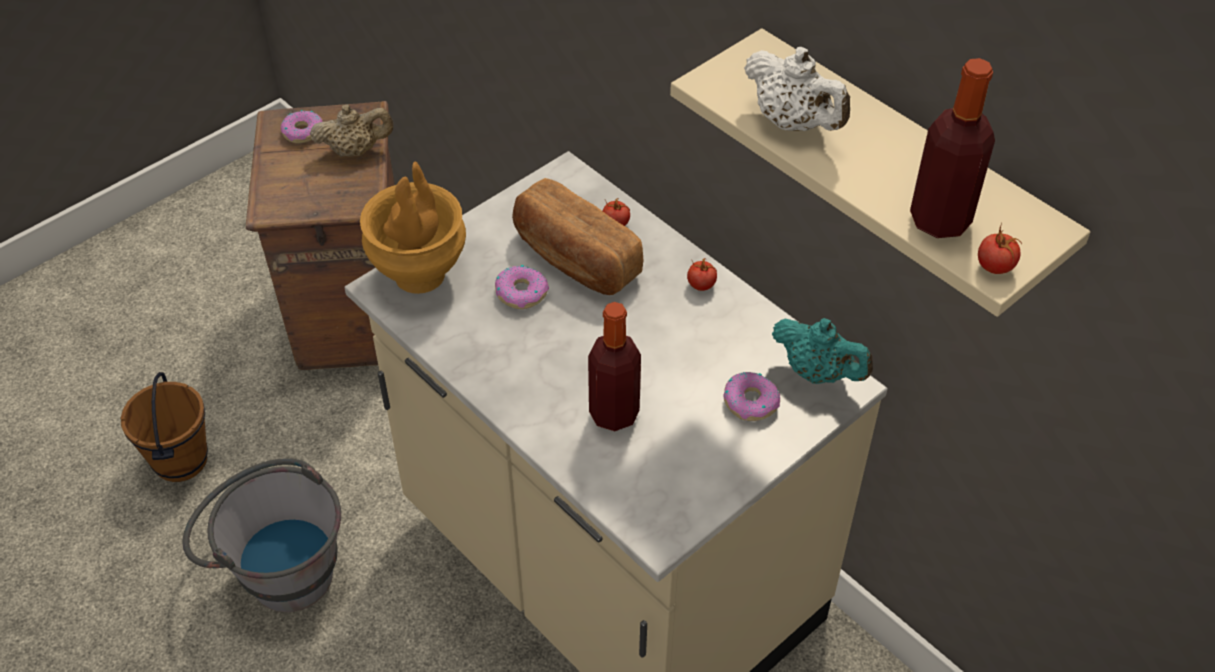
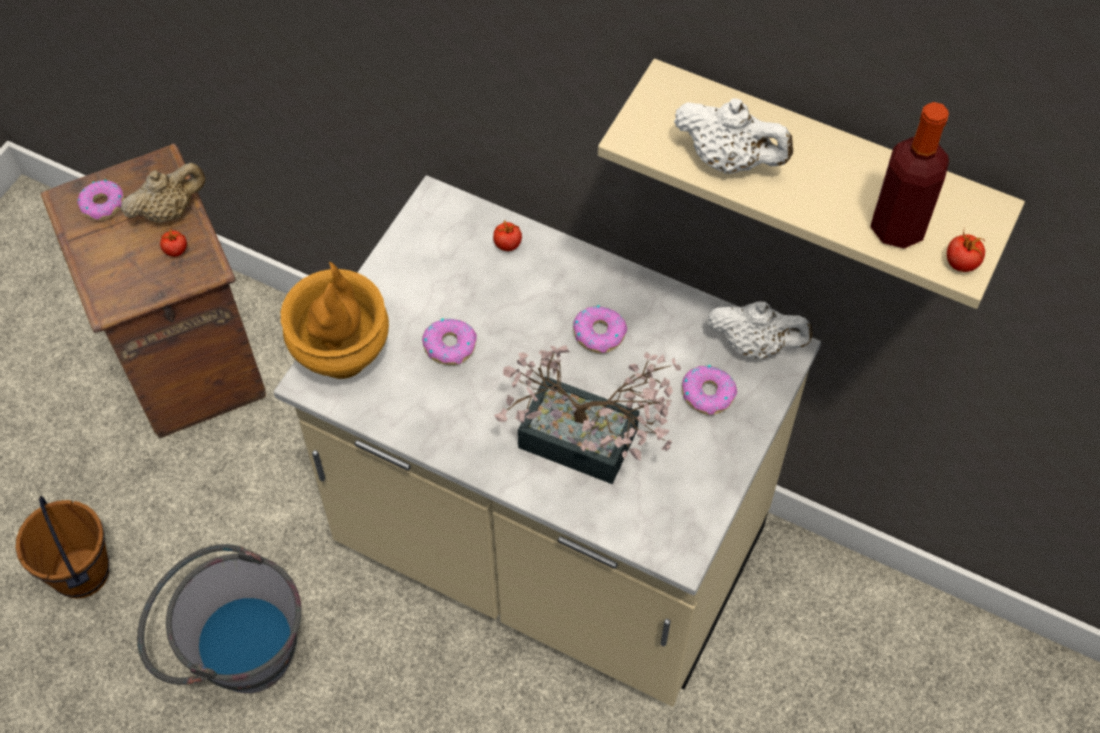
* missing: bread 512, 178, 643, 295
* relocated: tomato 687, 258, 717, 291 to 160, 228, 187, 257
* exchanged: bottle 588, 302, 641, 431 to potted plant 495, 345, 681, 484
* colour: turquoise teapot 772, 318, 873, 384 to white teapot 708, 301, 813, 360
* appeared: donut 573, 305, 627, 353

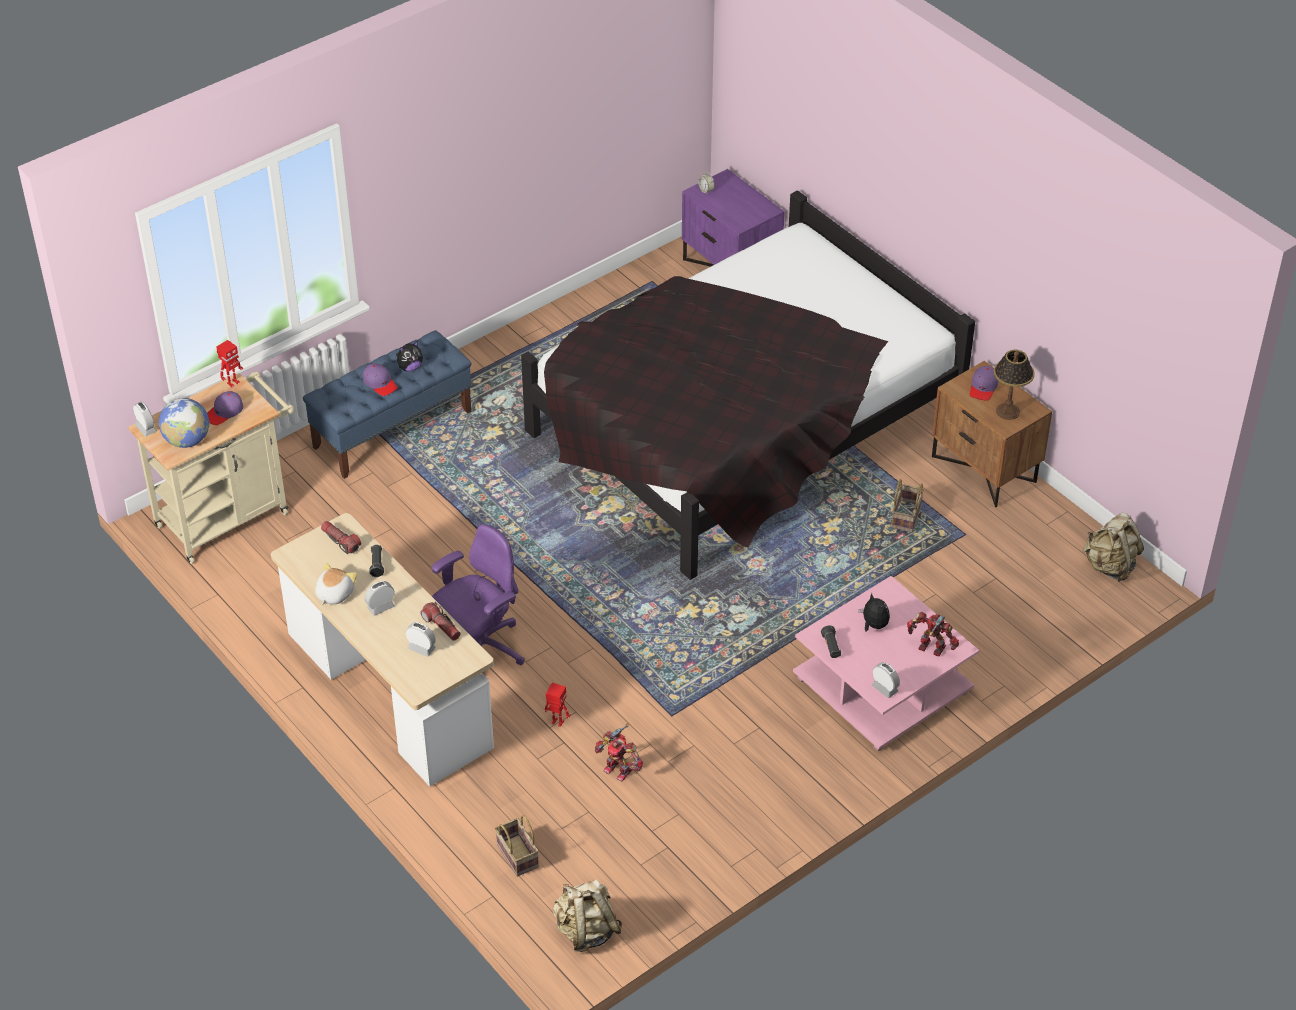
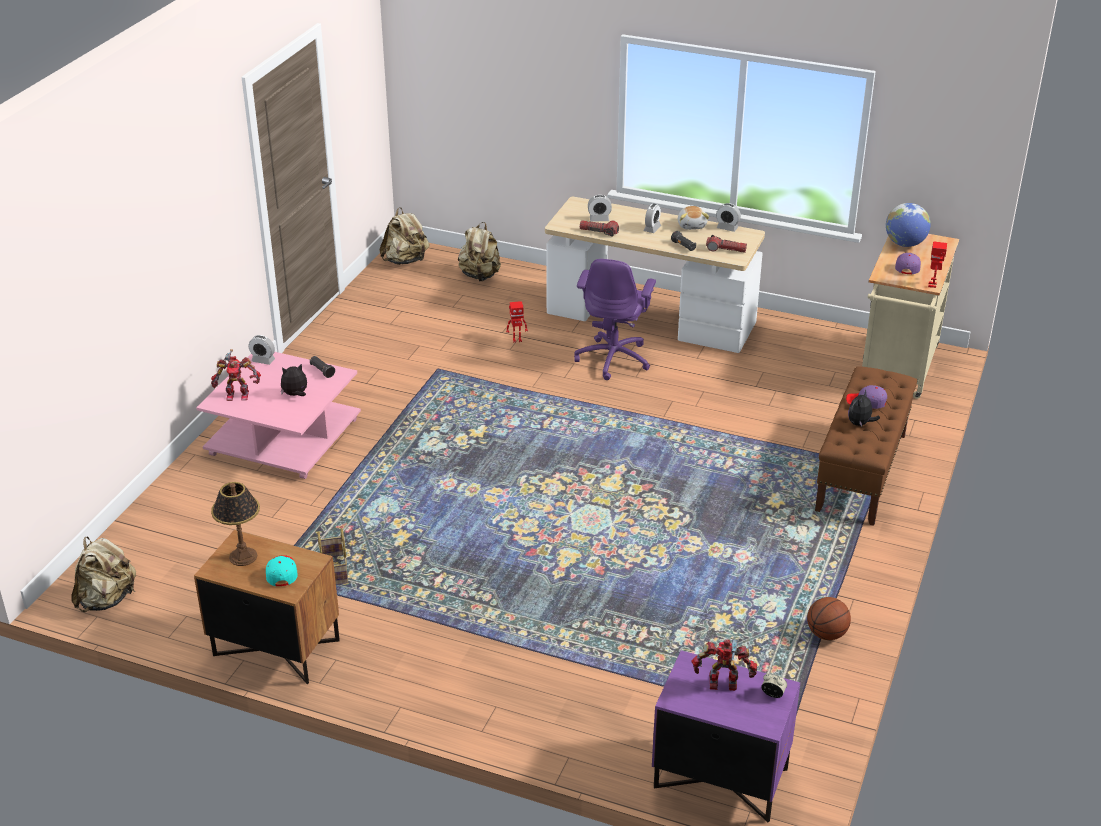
* missing: black bed 521, 190, 975, 580
* colour: blue bench 303, 330, 471, 479 to brown bench 815, 367, 917, 526
* colour: purple cap 970, 366, 998, 401 to turquoise cap 266, 555, 298, 586
* relocated: alarm clock 133, 402, 157, 437 to 716, 203, 741, 232
* spun: plush toy 859, 593, 890, 632 = 281, 363, 307, 396 135 degrees clockwise
* relocated: toy robot 595, 723, 643, 782 to 691, 639, 757, 691
* exchanged: basket 495, 815, 539, 877 to beige backpack 458, 222, 501, 281
* appeared: basketball 807, 597, 851, 640

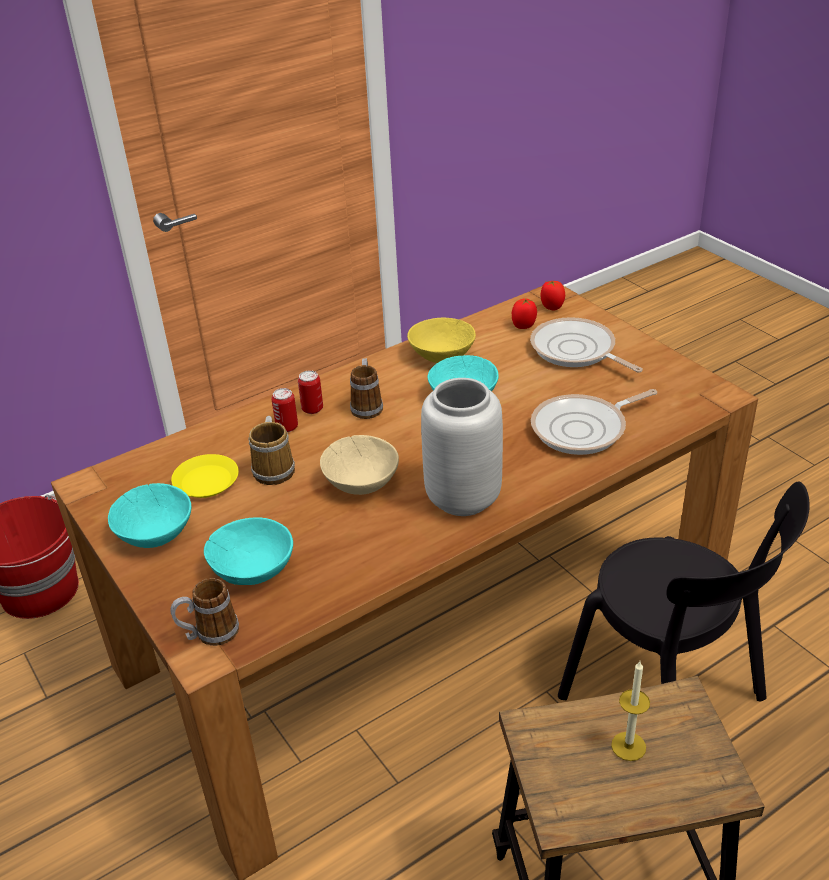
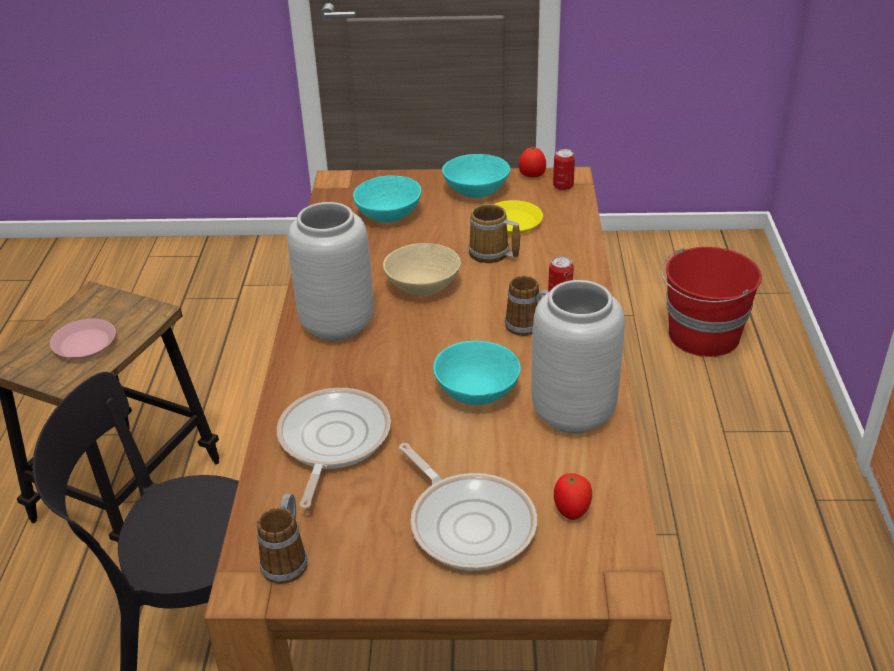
* relocated: tomato 541, 281, 565, 310 to 519, 147, 546, 177
* spun: frying pan 530, 317, 643, 373 = 399, 443, 537, 571 60 degrees clockwise
* exchanged: yellow bowl 407, 318, 476, 363 to grey vase 531, 280, 625, 433
* relocated: can 271, 388, 298, 432 to 553, 149, 575, 191
* relocated: mug 170, 578, 239, 646 to 257, 494, 308, 584
* exchanged: candle 611, 661, 650, 761 to pink plate 50, 319, 116, 359

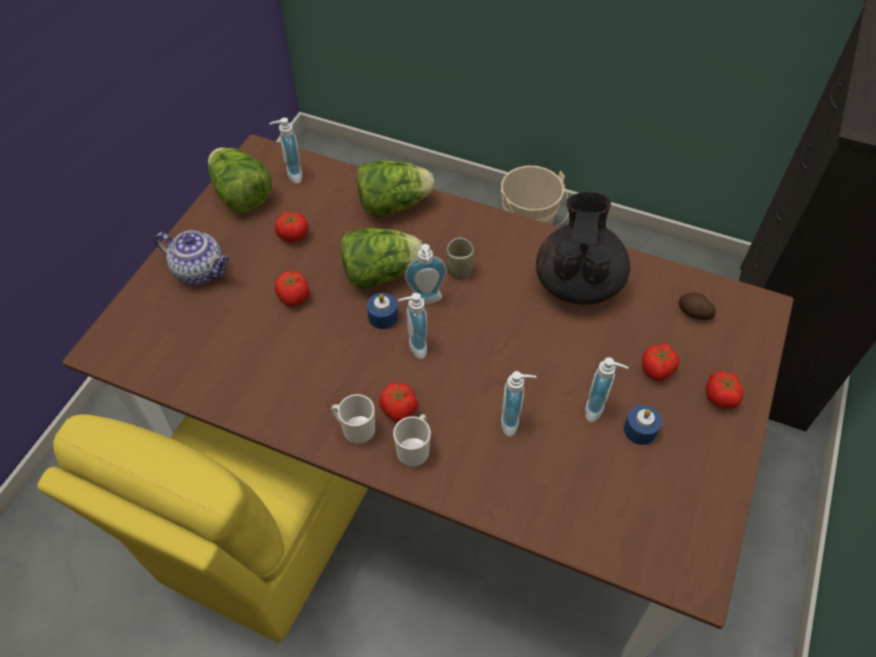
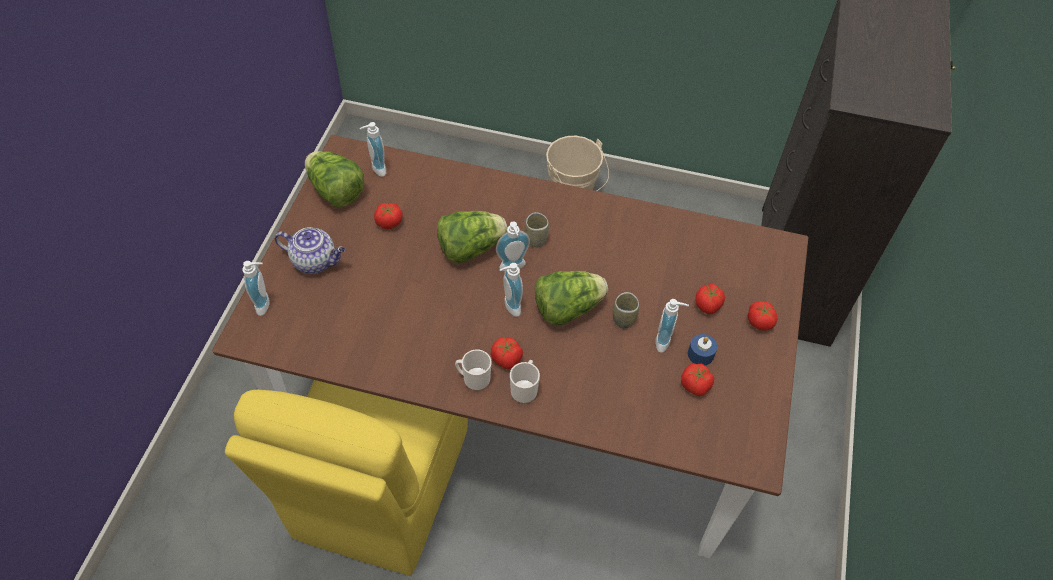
* relocated: lettuce 357, 160, 435, 217 to 534, 271, 608, 325
* missing: black teapot 536, 192, 630, 305
* relocated: tomato 274, 270, 310, 306 to 681, 363, 714, 396
* missing: potato 679, 292, 716, 320
* missing: blue candle 367, 293, 398, 329
* relocated: soap dispenser 501, 371, 537, 437 to 242, 261, 270, 316
* appeared: cup 613, 292, 639, 329

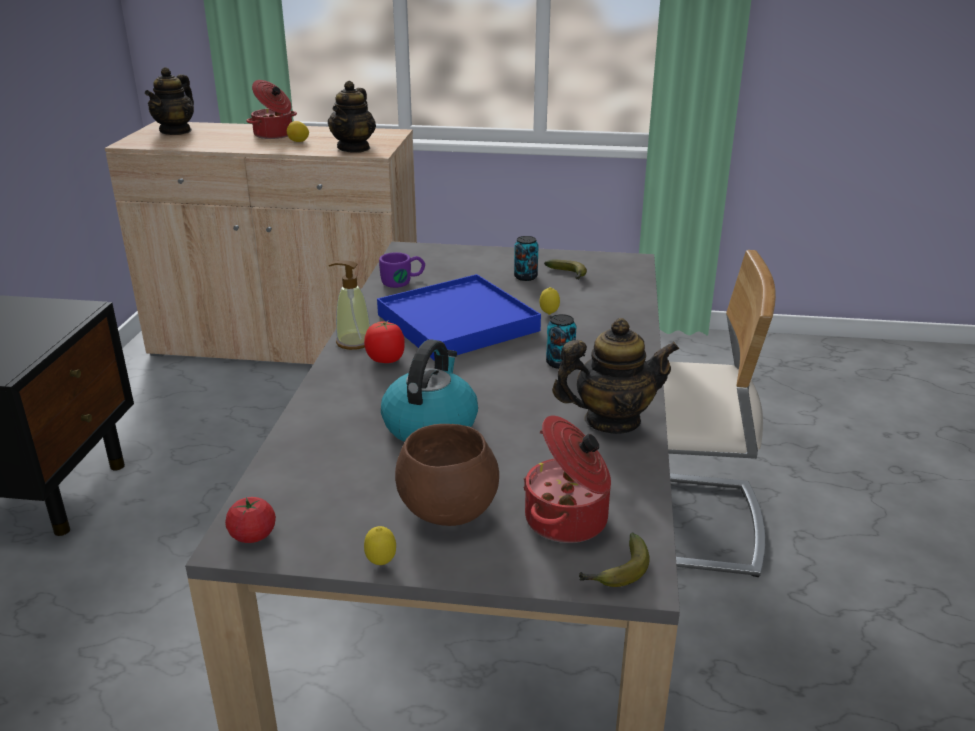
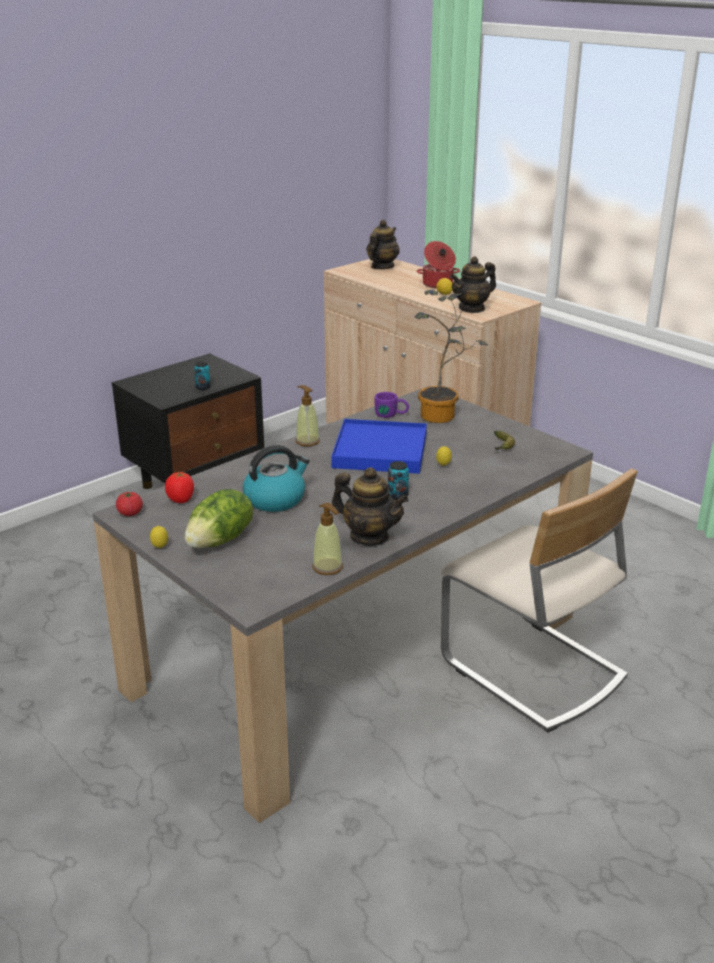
* spun: teapot 145, 67, 194, 135 = 366, 220, 400, 269 150 degrees clockwise
* relocated: can 514, 236, 538, 281 to 194, 362, 211, 390
* relocated: tomato 364, 320, 405, 363 to 165, 472, 194, 503
* missing: cooking pot 523, 415, 611, 543
* exchanged: brown bowl 395, 424, 499, 526 to lettuce 185, 489, 253, 548
* missing: banana 579, 533, 650, 587
* appeared: potted plant 415, 290, 488, 423
* appeared: soap dispenser 312, 503, 343, 575

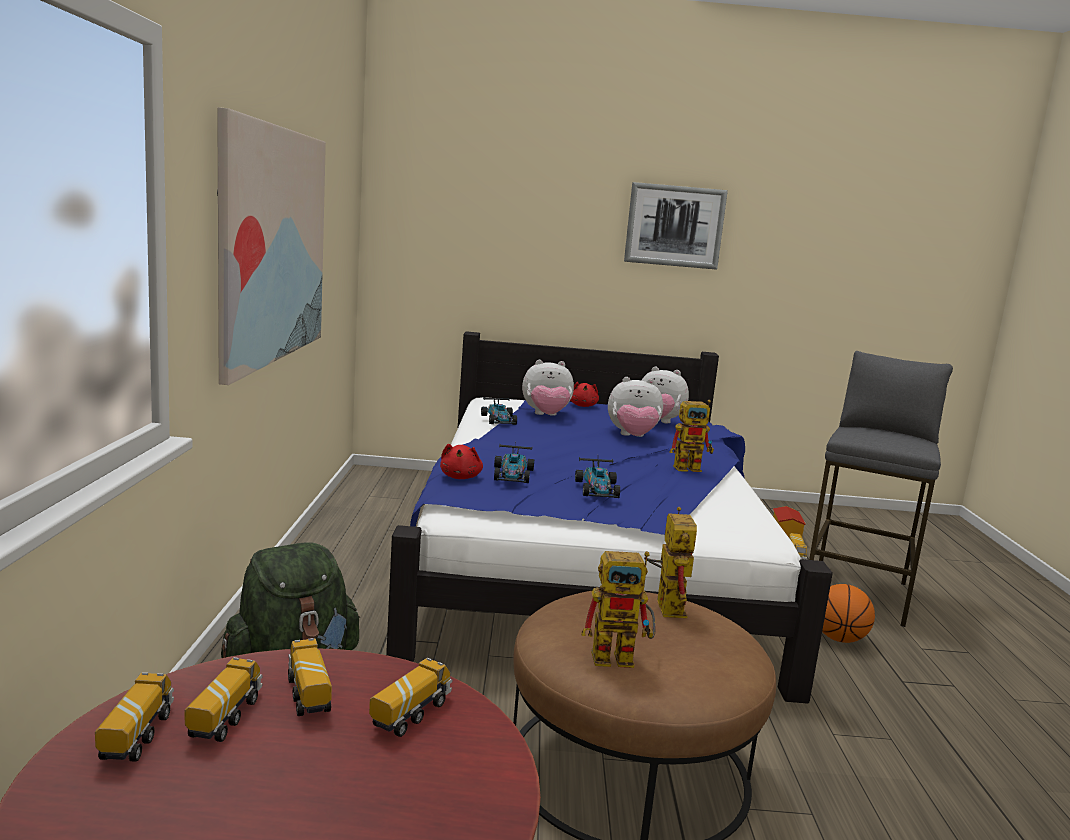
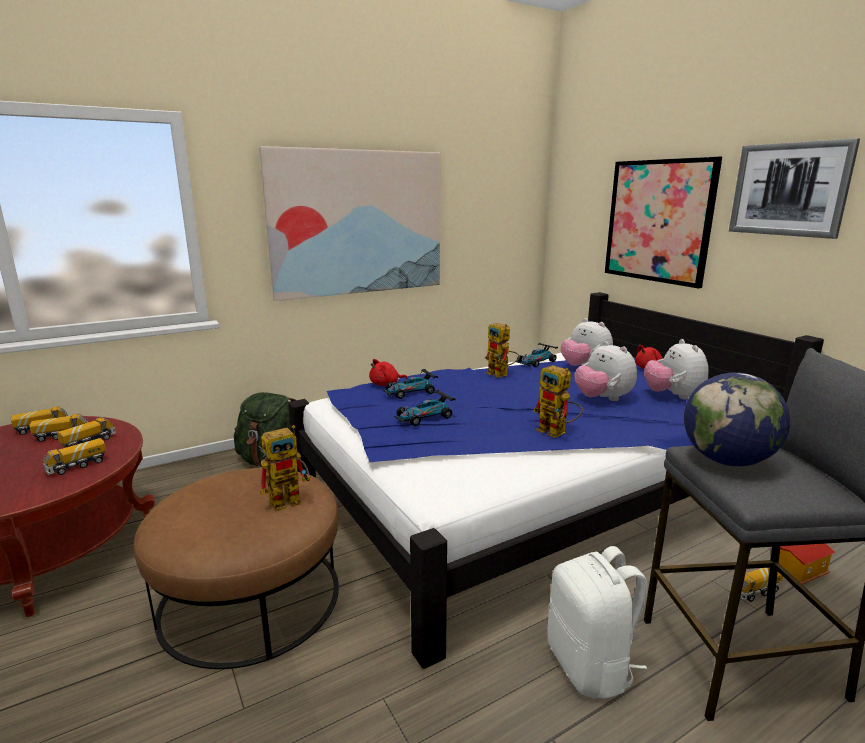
* relocated: toy robot 581, 551, 655, 668 to 485, 323, 520, 378
* exchanged: basketball 822, 584, 875, 643 to white backpack 547, 546, 648, 699
* spun: toy truck 369, 658, 452, 737 = 43, 438, 106, 475 135 degrees clockwise
* appeared: picture 605, 157, 722, 288
* appeared: globe 684, 373, 790, 466

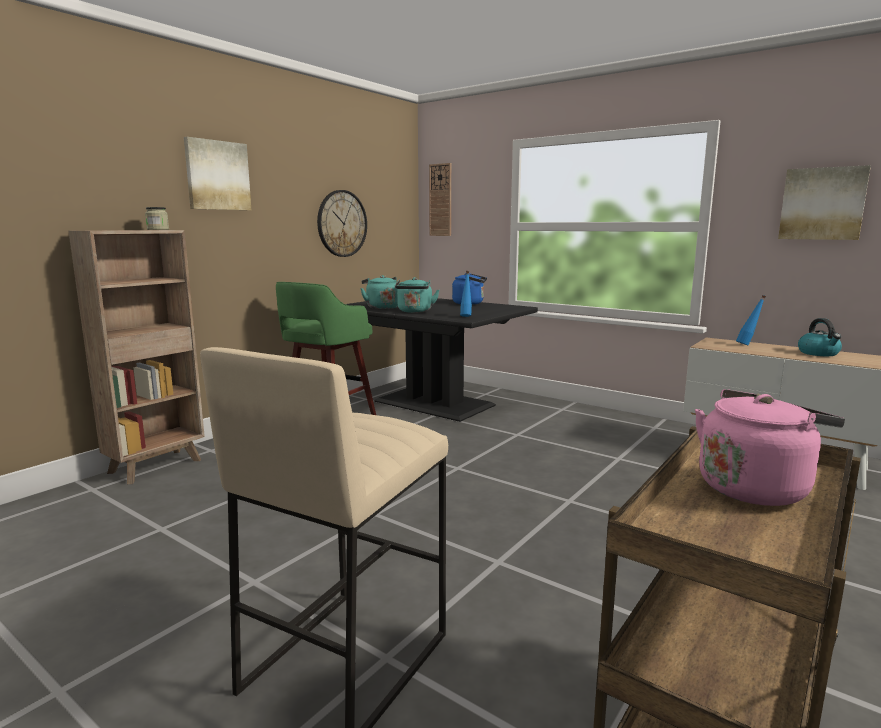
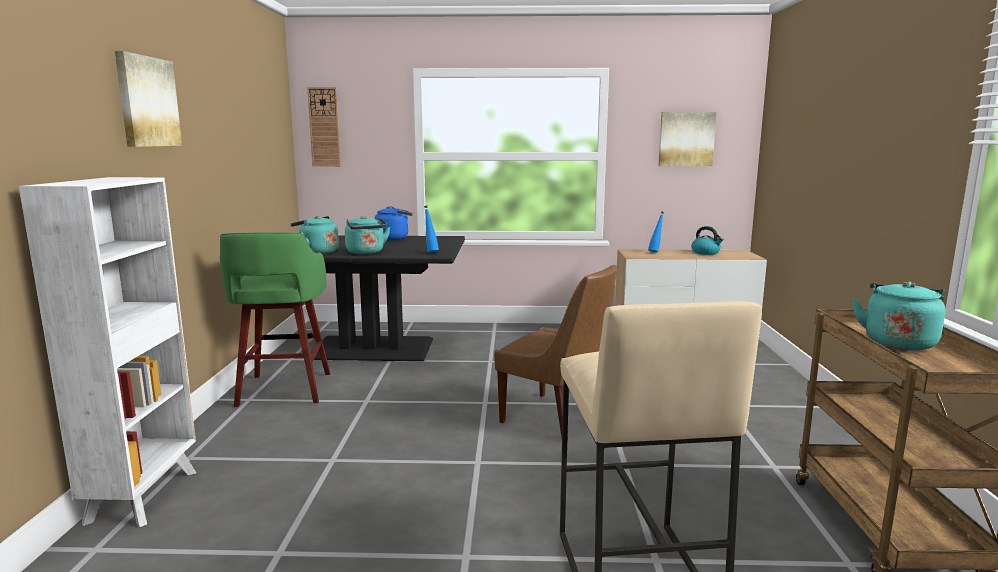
* missing: wall clock 317, 190, 367, 257
* missing: jar 145, 207, 169, 230
* colour: brown bookcase 68, 230, 205, 484 to white bookcase 19, 177, 196, 527
* colour: pink kettle 695, 389, 845, 506 to turquoise kettle 852, 282, 945, 350
* appeared: brown chair 494, 264, 617, 440

